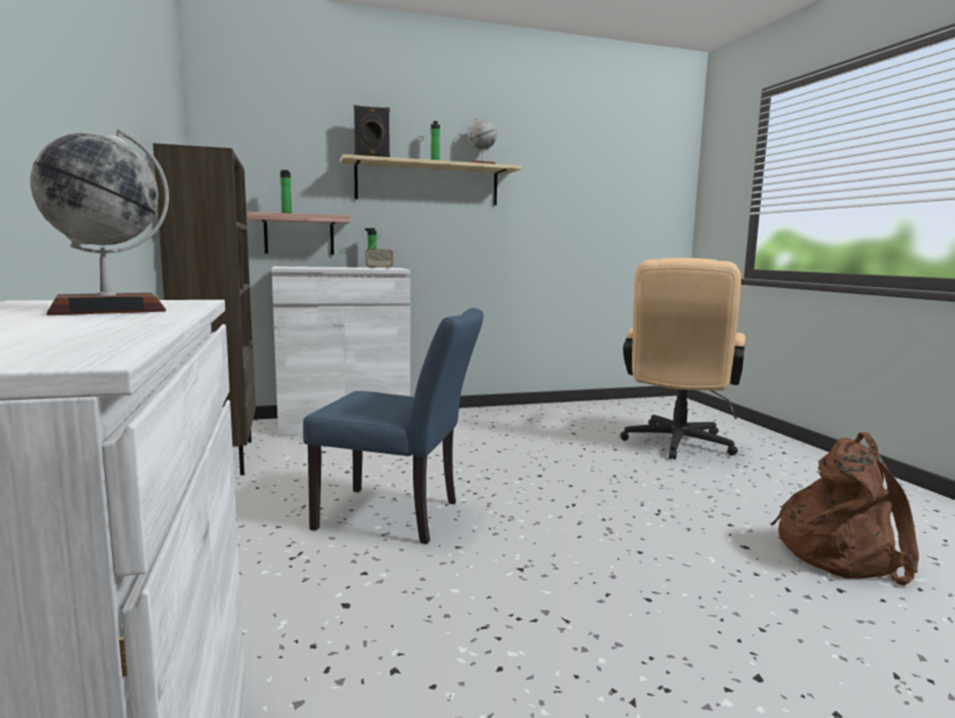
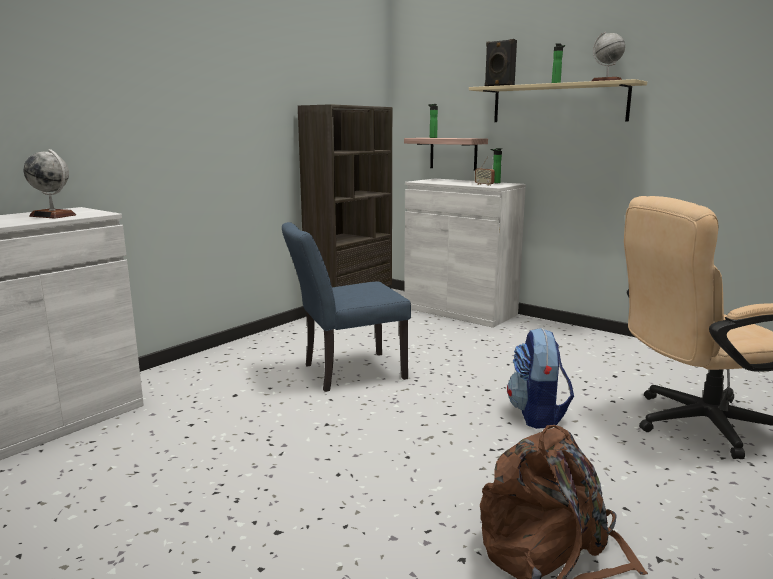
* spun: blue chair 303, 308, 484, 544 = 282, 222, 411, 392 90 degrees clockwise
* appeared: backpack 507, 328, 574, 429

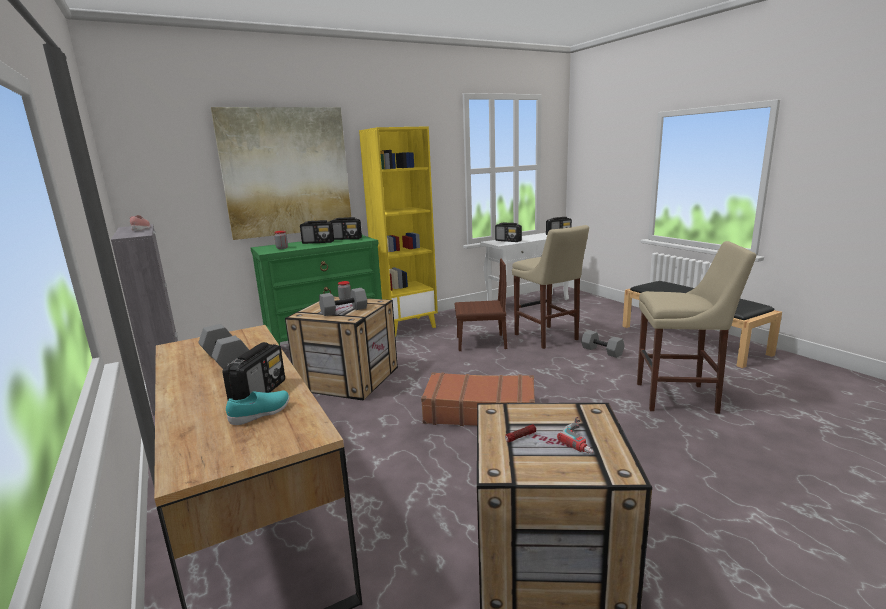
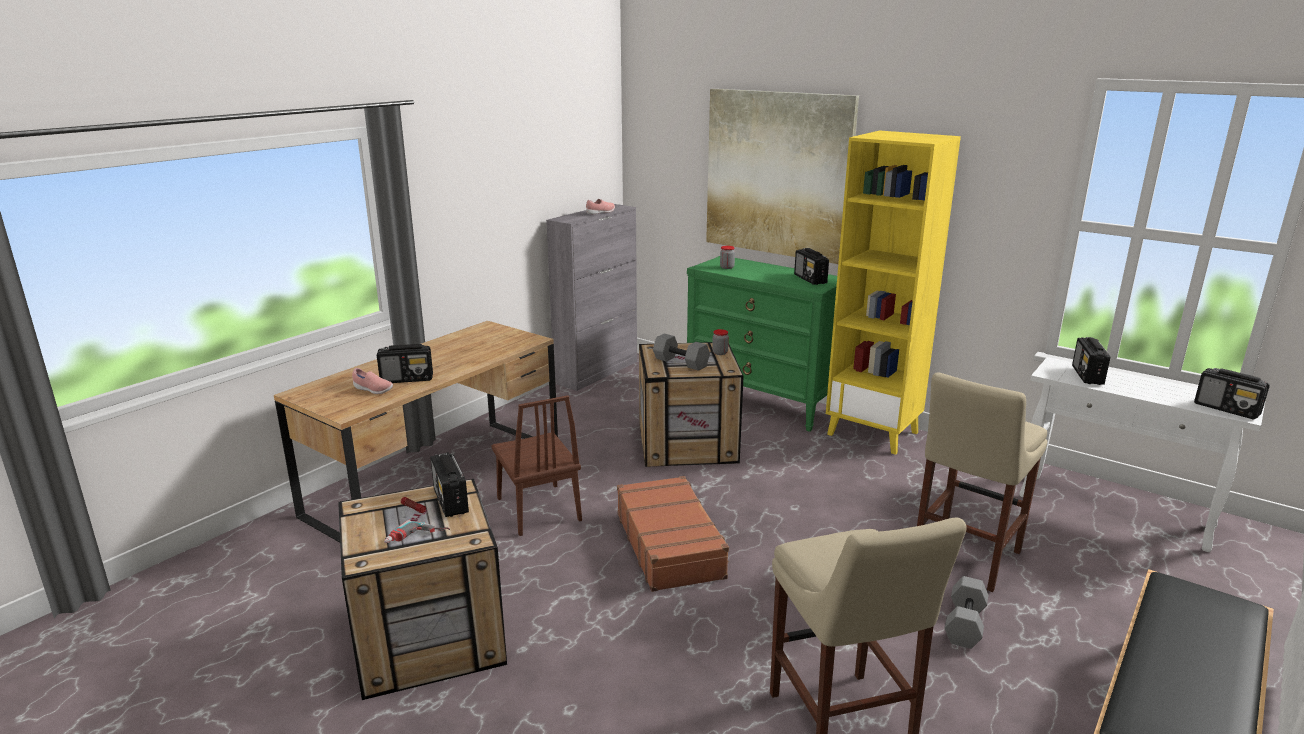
* relocated: radio 300, 220, 334, 244 to 430, 452, 469, 517
* relocated: brown chair 455, 259, 507, 351 to 492, 396, 582, 536
* missing: grey dumbbell 198, 324, 249, 369
* colour: turquoise shoe 226, 390, 289, 425 to pink shoe 352, 368, 393, 394

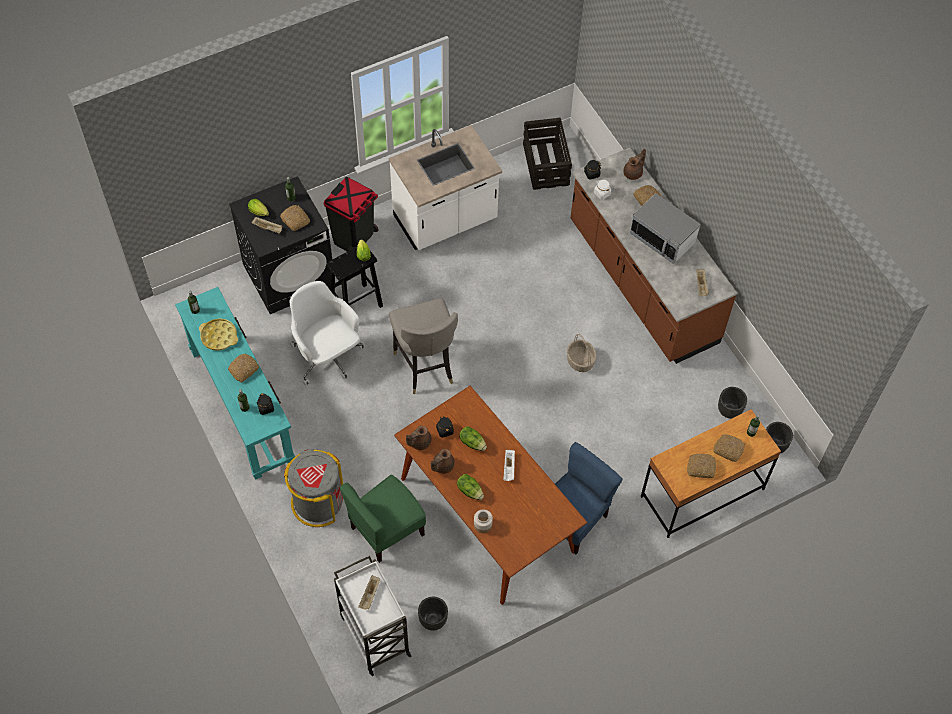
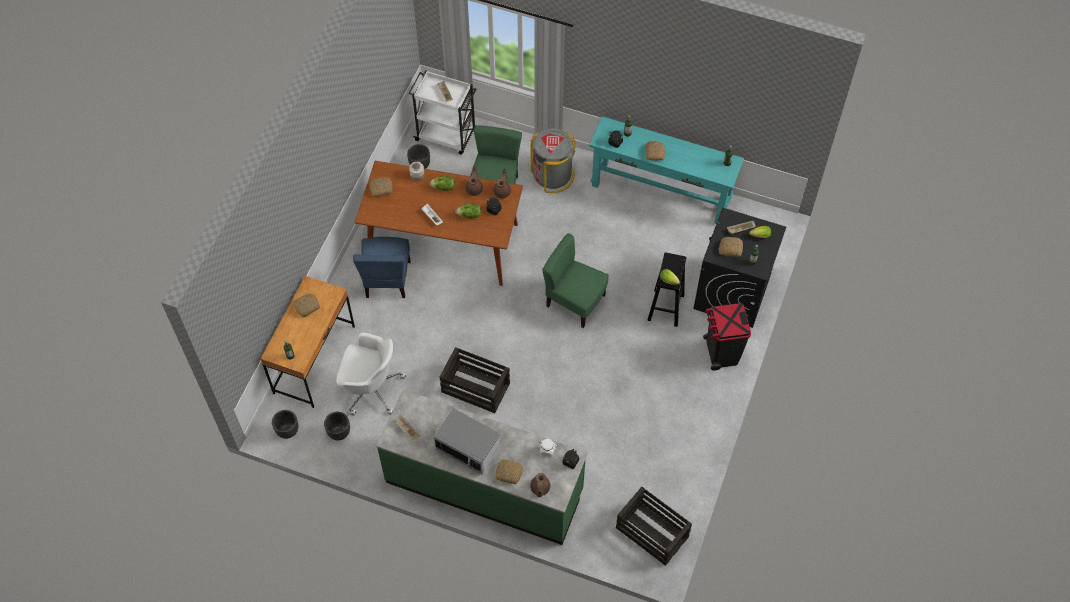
* missing: white counter 389, 125, 502, 250
* colour: brown counter 571, 147, 737, 364 to green counter 376, 389, 588, 545
* spun: microwave 630, 193, 700, 264 = 434, 408, 501, 474 150 degrees counterclockwise
* relocated: white office chair 290, 281, 365, 386 to 336, 333, 406, 416
* exchanged: grey stool 389, 298, 458, 394 to green chair 542, 234, 609, 328
* missing: yellow tray 199, 319, 238, 351
* exchanged: basket 567, 334, 596, 372 to crate 439, 347, 510, 413
* relocated: bread 713, 434, 745, 462 to 369, 177, 392, 197

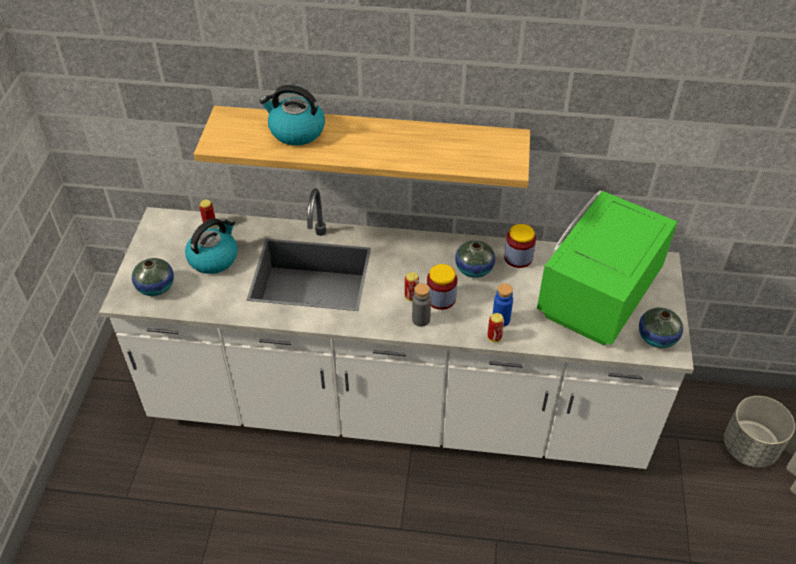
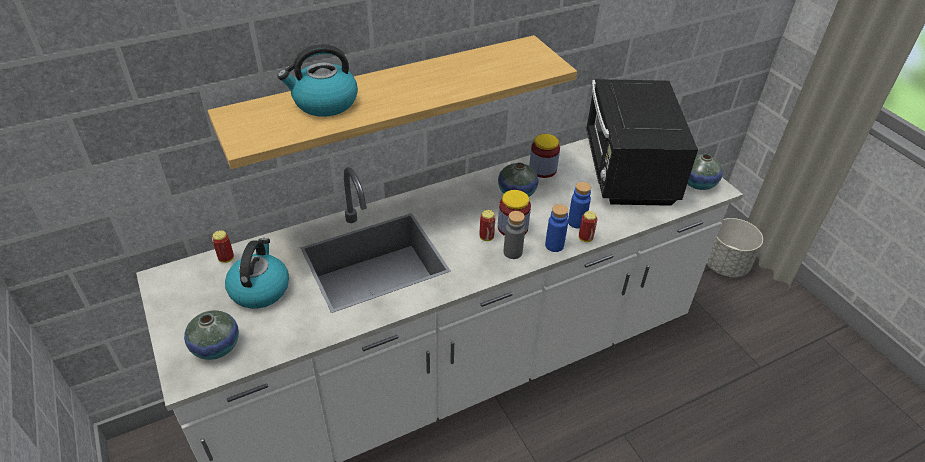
* colour: green microwave 537, 191, 677, 346 to black microwave 586, 79, 698, 206
* appeared: blue bottle 545, 204, 568, 252

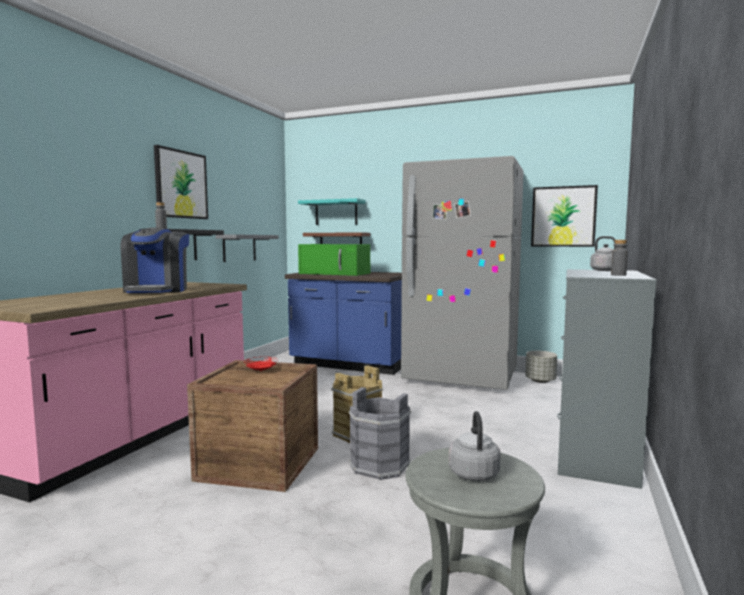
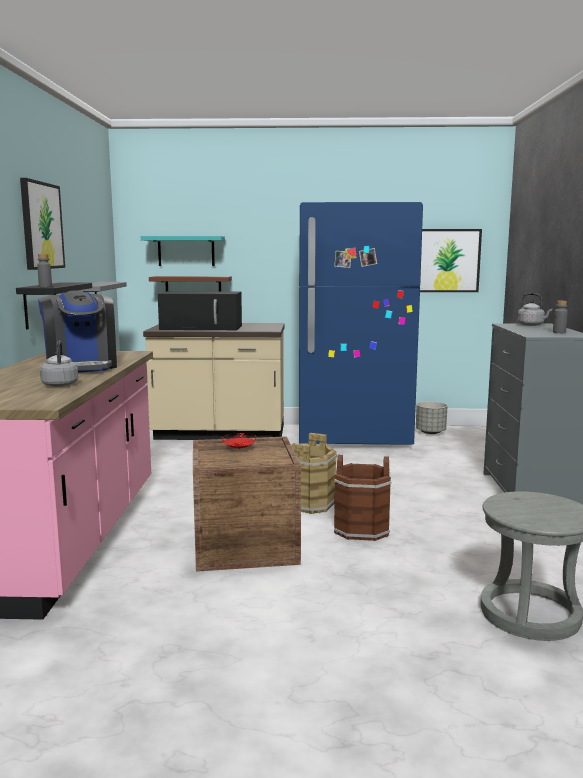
* colour: grey fridge 401, 156, 524, 390 to blue fridge 299, 202, 423, 445
* colour: green microwave 298, 244, 370, 276 to black microwave 158, 291, 242, 330
* colour: blue counter 285, 272, 402, 375 to beige counter 143, 323, 285, 440
* colour: grey bucket 349, 387, 411, 480 to brown bucket 334, 455, 391, 541
* relocated: grey kettle 449, 411, 501, 481 to 40, 341, 78, 387

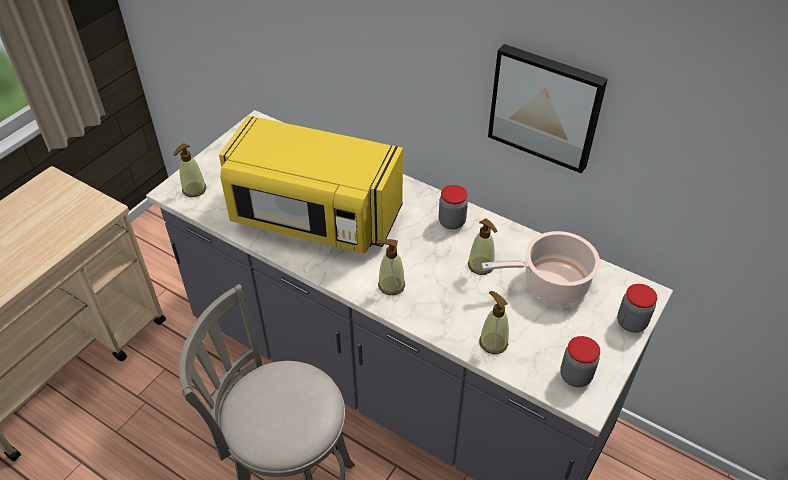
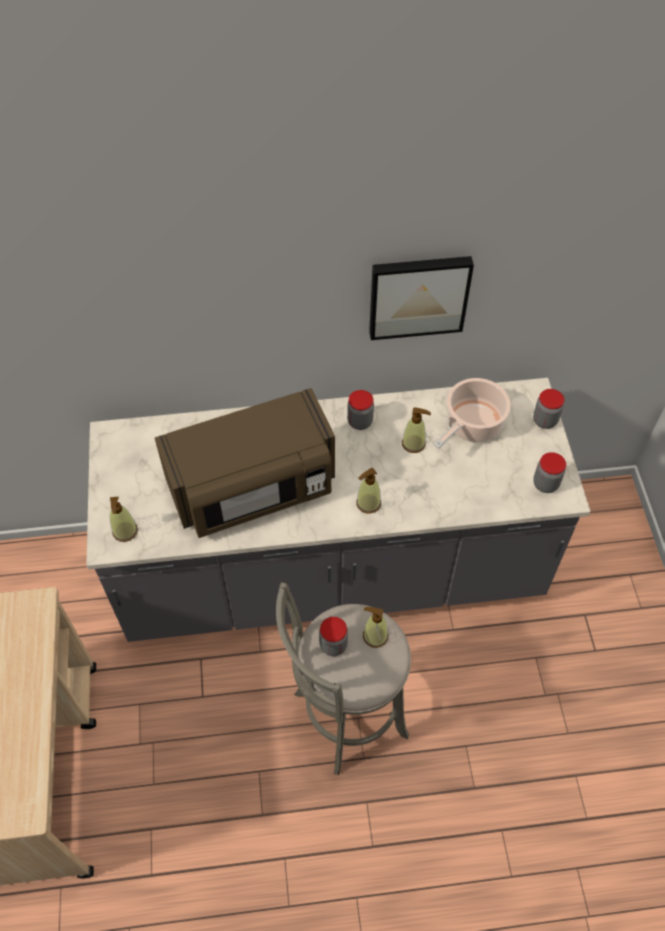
* colour: yellow microwave 219, 116, 403, 253 to brown microwave 155, 388, 335, 538
* relocated: soap dispenser 479, 291, 509, 354 to 363, 607, 388, 648
* appeared: jar 319, 617, 348, 656

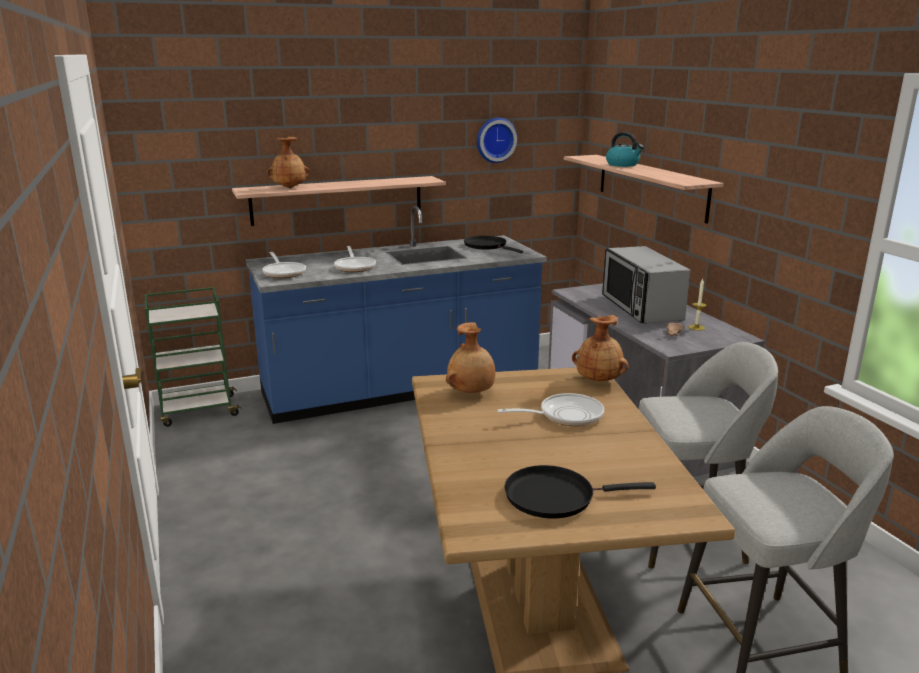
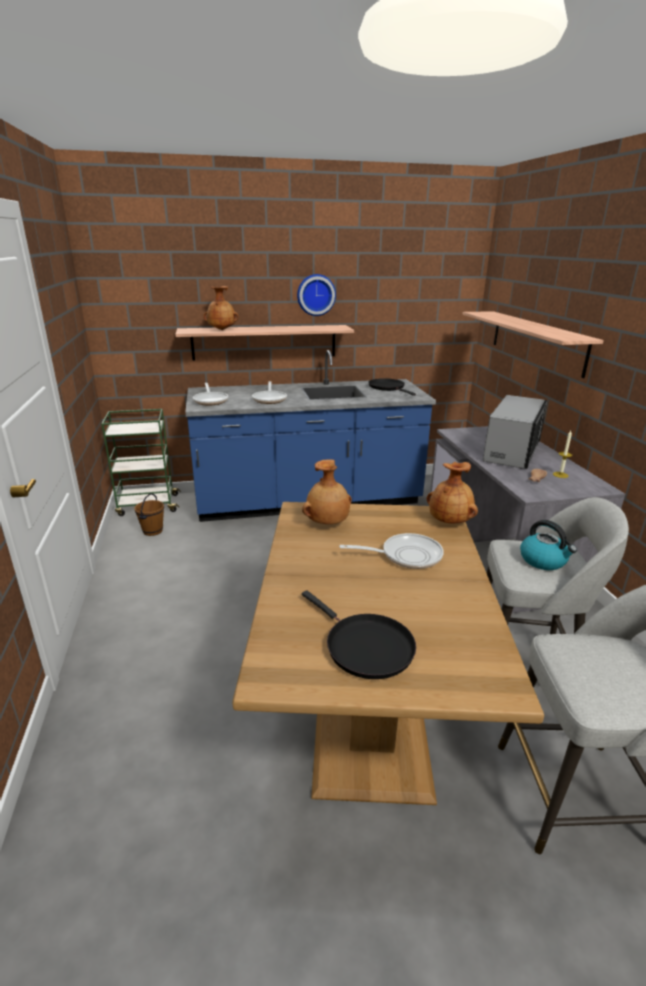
* relocated: wall clock 477, 118, 517, 163 to 297, 274, 336, 316
* relocated: kettle 606, 132, 644, 167 to 520, 520, 577, 570
* spun: microwave 602, 246, 691, 324 = 483, 395, 548, 469 150 degrees counterclockwise
* spun: black frying pan 504, 465, 656, 518 = 302, 590, 416, 679 135 degrees counterclockwise
* appeared: brown bucket 134, 493, 164, 536

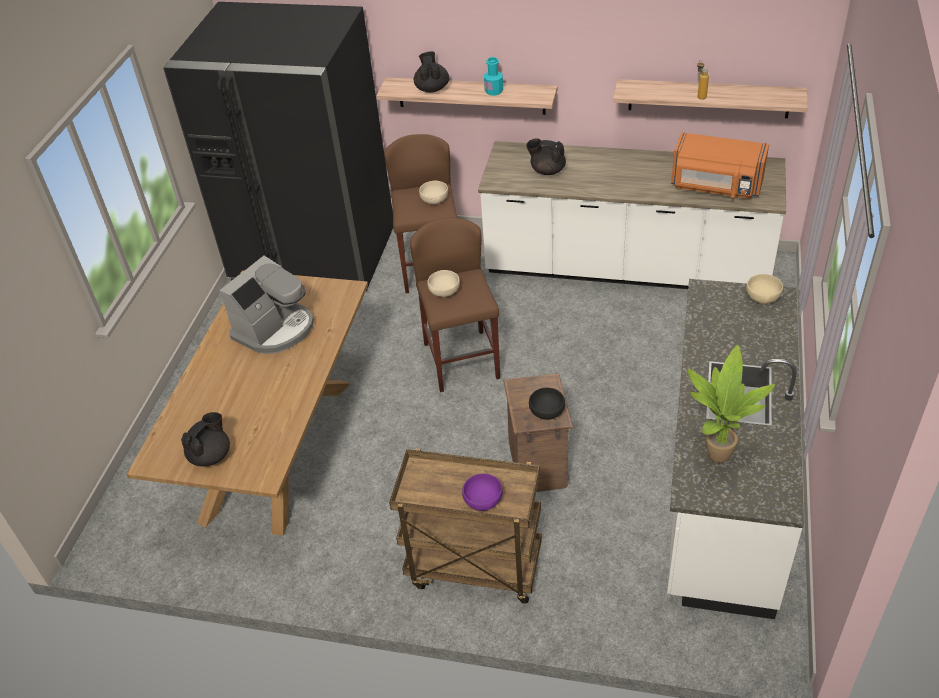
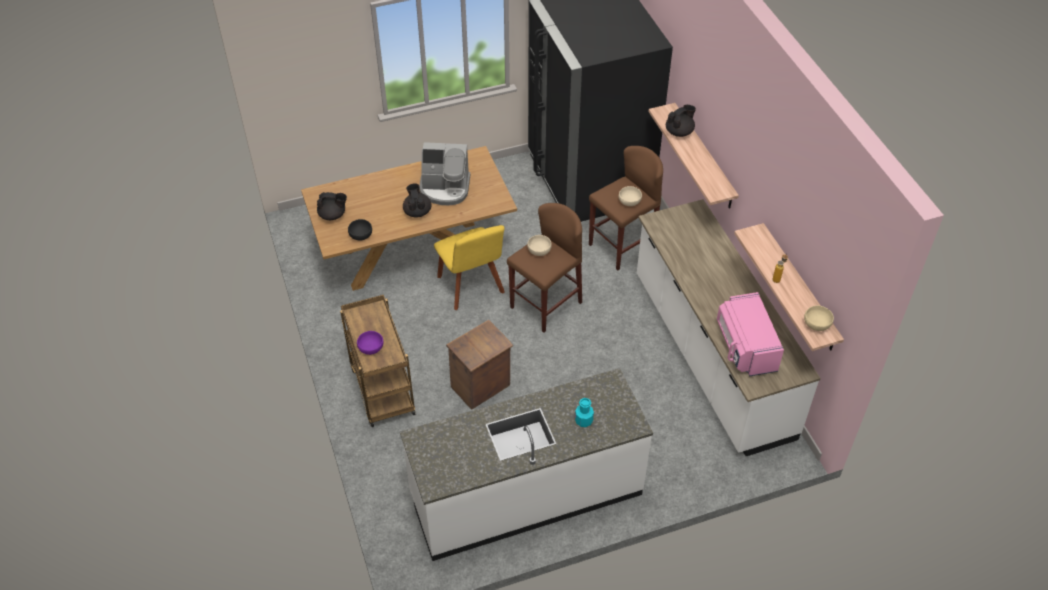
* relocated: turquoise bottle 484, 57, 503, 96 to 575, 398, 594, 427
* colour: orange microwave 671, 132, 769, 199 to pink microwave 717, 292, 784, 376
* relocated: black teapot 526, 138, 566, 175 to 403, 183, 431, 218
* relocated: beige bowl 746, 274, 783, 304 to 804, 306, 834, 331
* missing: potted plant 688, 345, 775, 463
* relocated: black bowl 529, 388, 565, 420 to 348, 219, 372, 241
* appeared: yellow chair 434, 225, 505, 310

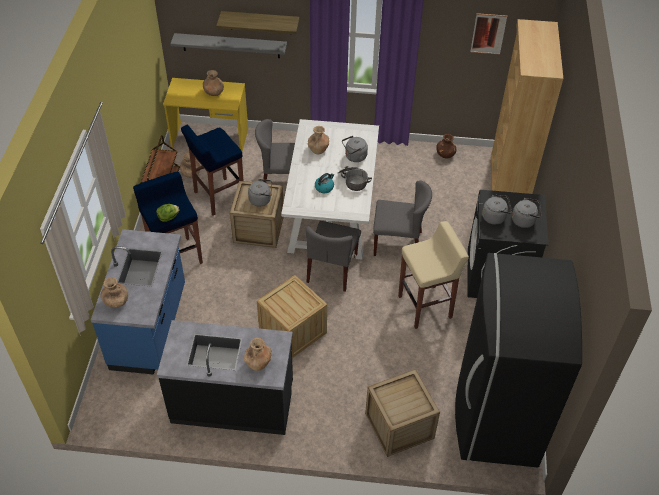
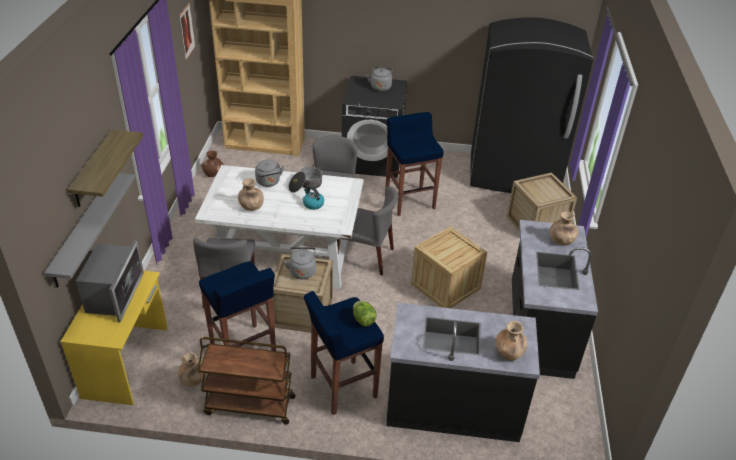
* exchanged: brown vase 203, 70, 224, 96 to microwave 76, 240, 144, 323
* missing: grey kettle 482, 195, 512, 225
* colour: beige stool 398, 221, 469, 329 to blue stool 386, 112, 444, 216
* colour: blue counter 91, 229, 185, 375 to black counter 386, 303, 540, 442

